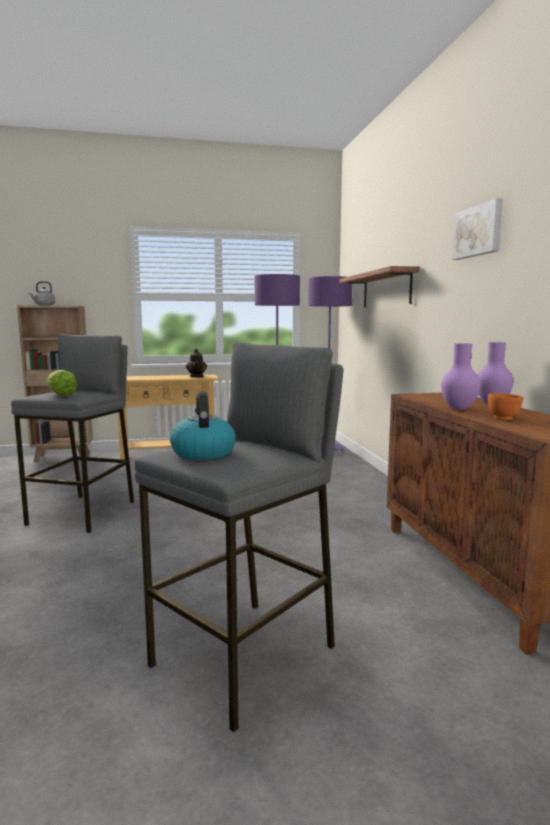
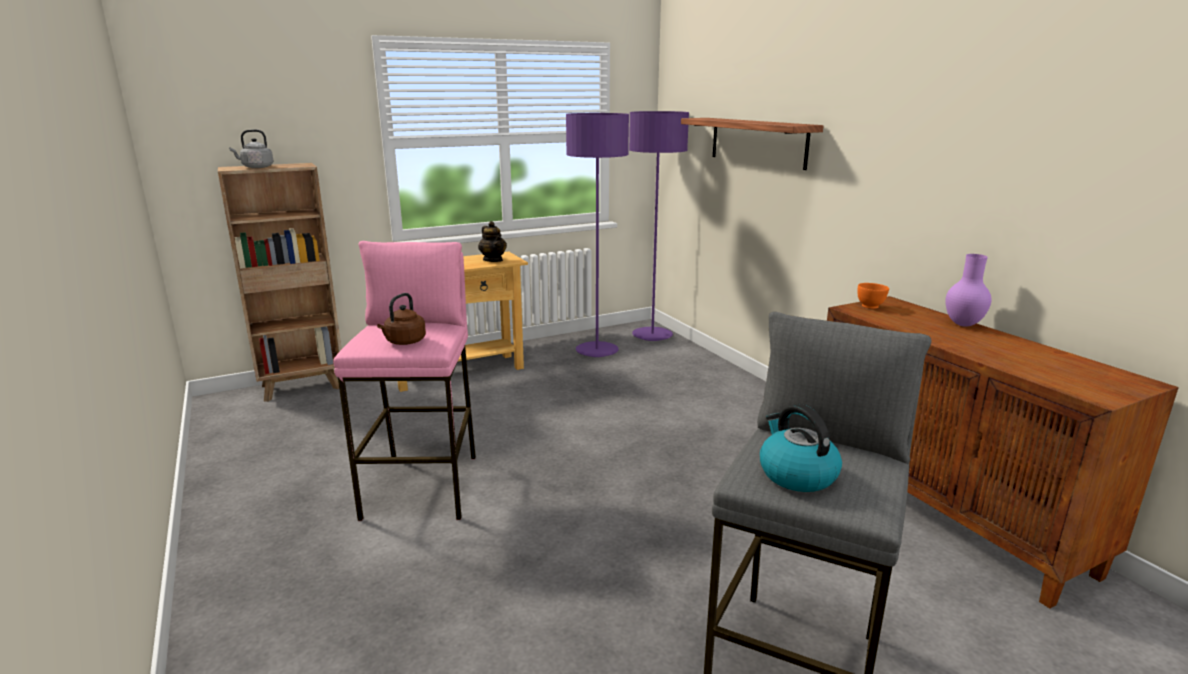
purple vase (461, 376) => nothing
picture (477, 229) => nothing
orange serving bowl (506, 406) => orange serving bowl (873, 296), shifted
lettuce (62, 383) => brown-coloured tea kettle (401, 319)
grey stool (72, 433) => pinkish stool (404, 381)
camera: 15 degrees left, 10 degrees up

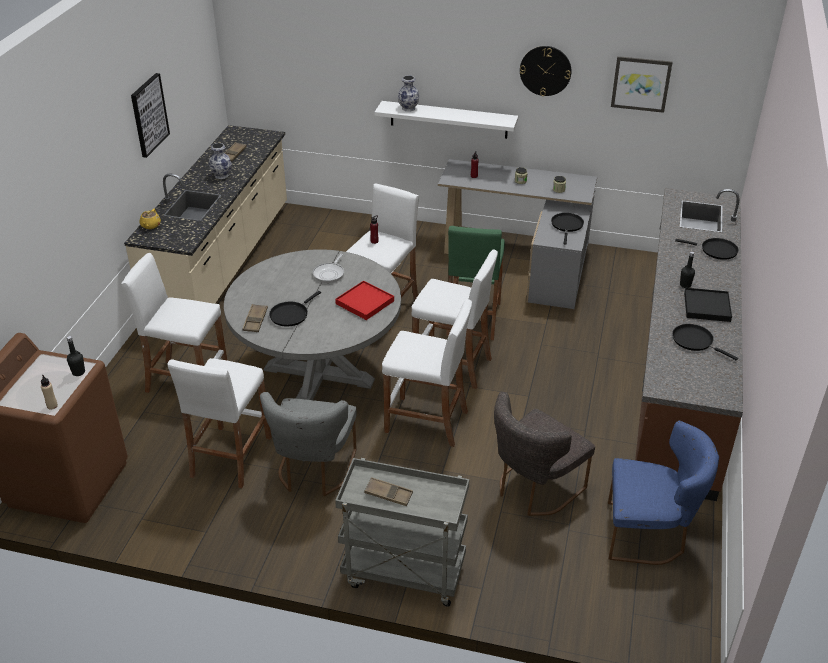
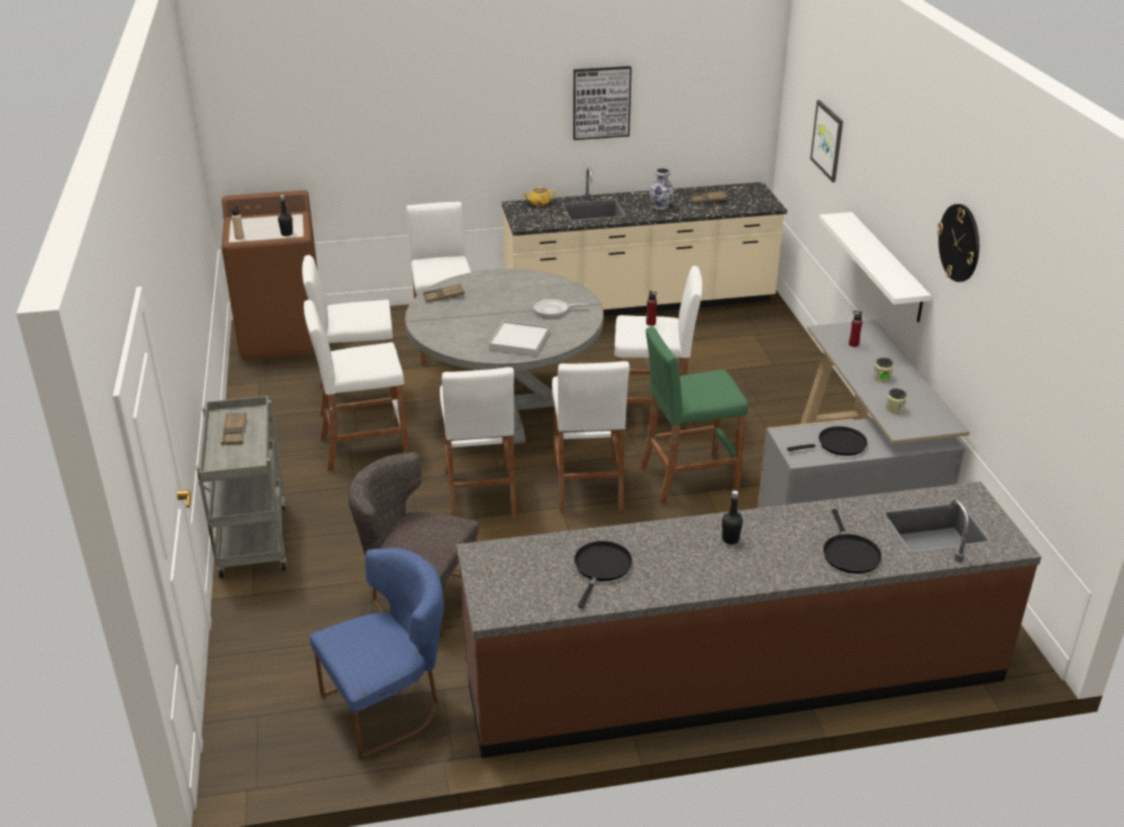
black-coloured pan (295, 309) => nothing
vase (408, 93) => nothing
black-coloured tray (708, 305) => nothing
picture (642, 84) => picture (826, 141), shifted
grey upright chair (308, 444) => white stool (356, 385)
red tray (364, 300) => white tray (519, 338)
blue-coloured upright chair (663, 493) => blue-coloured upright chair (377, 653), 105 degrees counterclockwise
camera: 65 degrees right, 5 degrees down

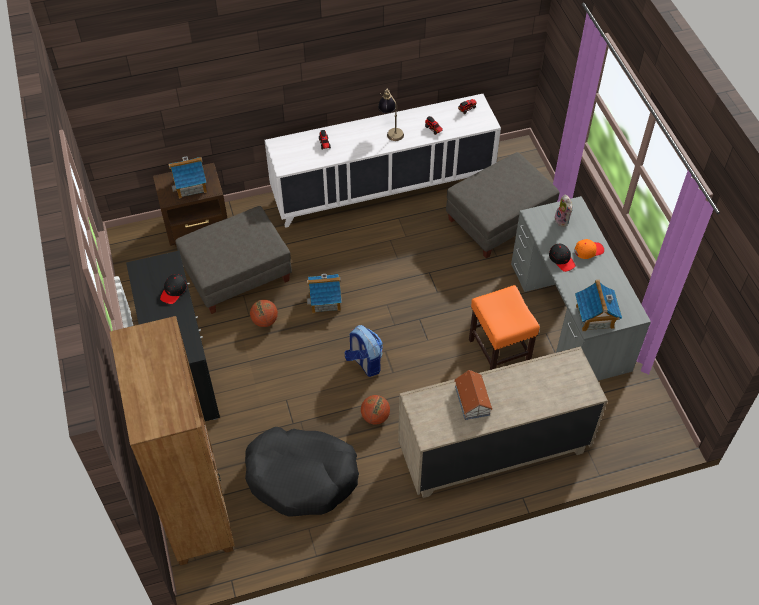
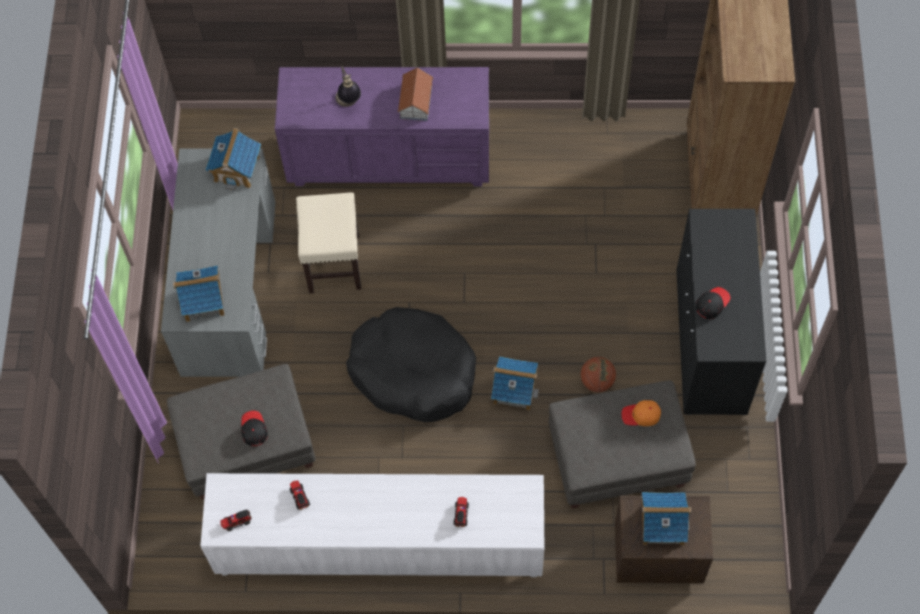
knapsack (364, 351) => nothing
ball for basketball (375, 410) => nothing
black-coloured dog bed (302, 472) => black-coloured dog bed (411, 364), shifted
tabletop lamp (391, 115) => tabletop lamp (348, 86), shifted
black-coloured baseball cap (562, 257) => black-coloured baseball cap (254, 428), shifted
orange baseball cap (589, 249) => orange baseball cap (641, 413), shifted
soft toy (564, 211) => toy house (198, 294)
beige-coloured dresser (503, 422) => purple dresser (382, 126)
orange stool (504, 327) => beige-coloured stool (328, 242)
camera: 160 degrees left, 10 degrees up

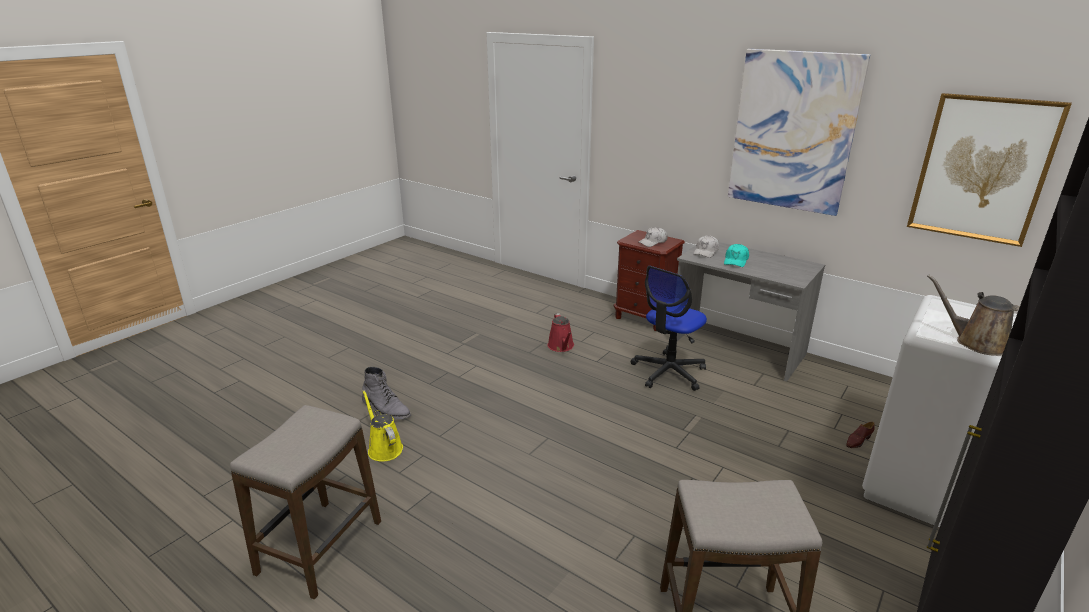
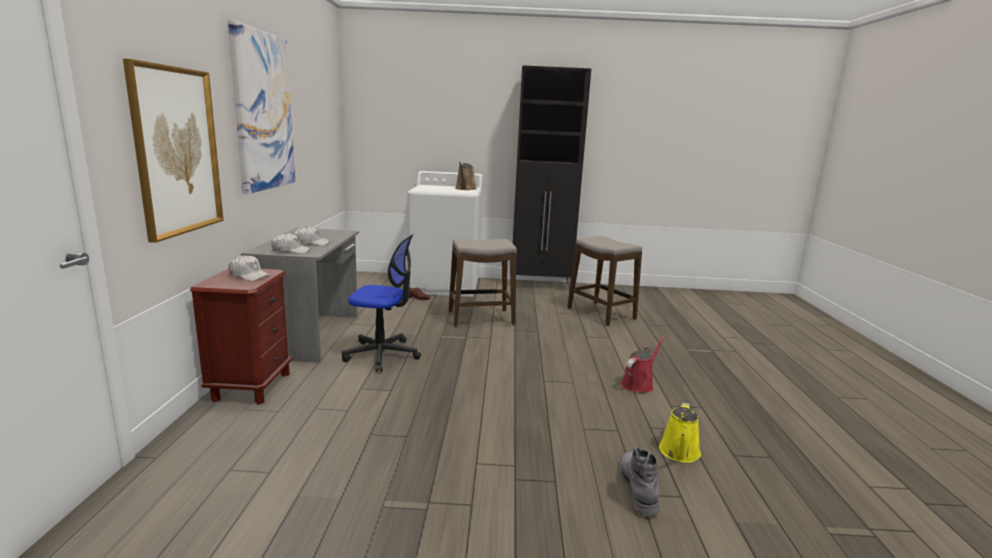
stool (305, 502) => stool (483, 283), shifted
red watering pot (561, 332) => red watering pot (643, 365), shifted
picture (989, 170) => picture (173, 151), shifted
turquoise baseball cap (736, 255) => white baseball cap (312, 236)
camera: 125 degrees left, 10 degrees down

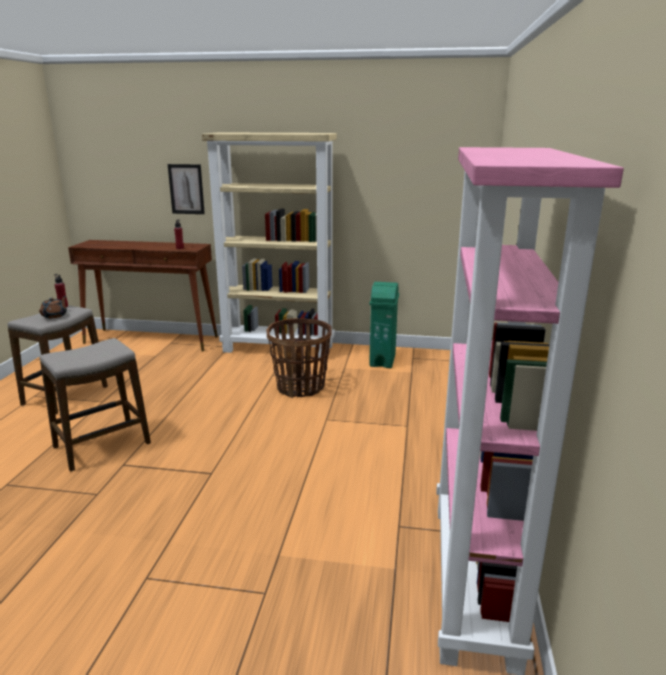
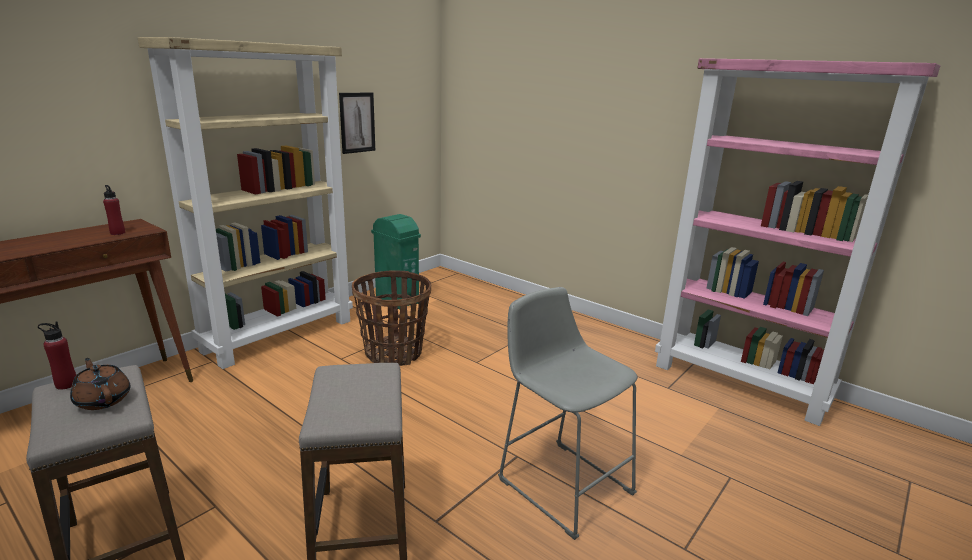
nothing => grey stool (568, 413)
picture (186, 189) => picture (357, 123), shifted
camera: 60 degrees left, 0 degrees up

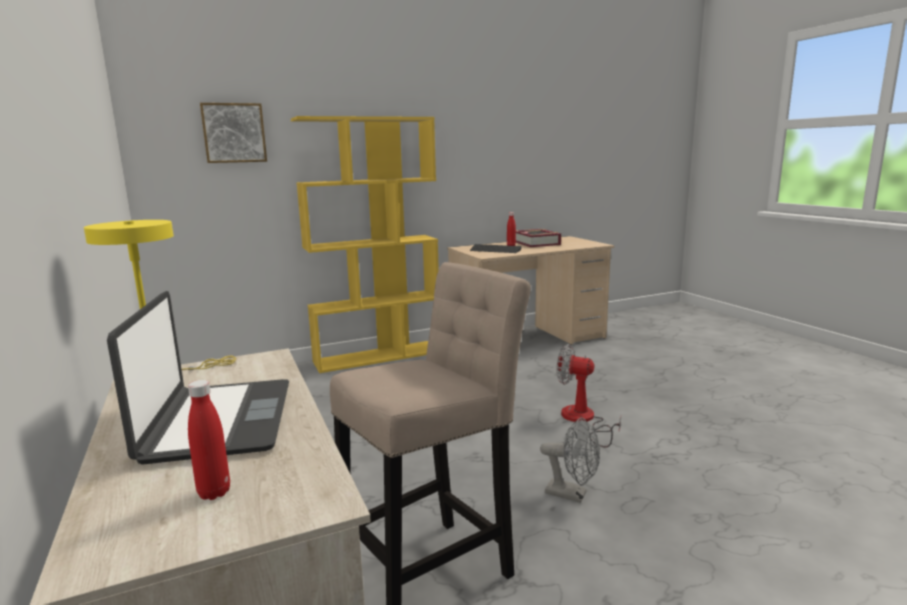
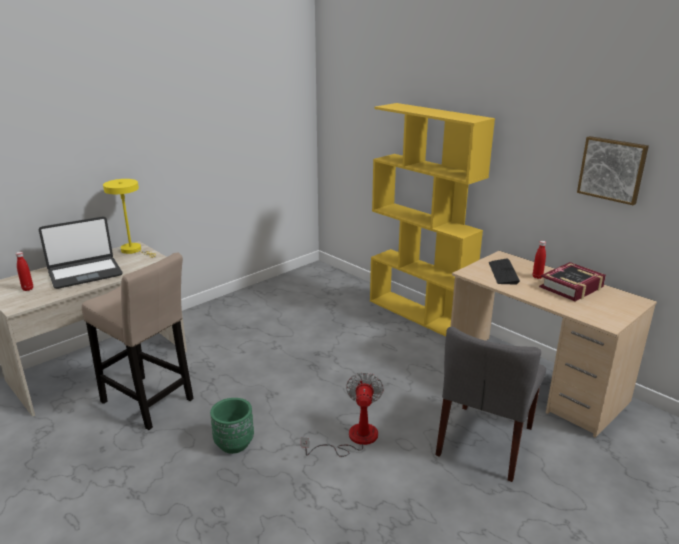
nothing => grey upright chair (491, 404)
picture (233, 133) => picture (613, 170), shifted
grey electric fan (570, 460) => green planter (232, 426)
camera: 70 degrees right, 10 degrees up

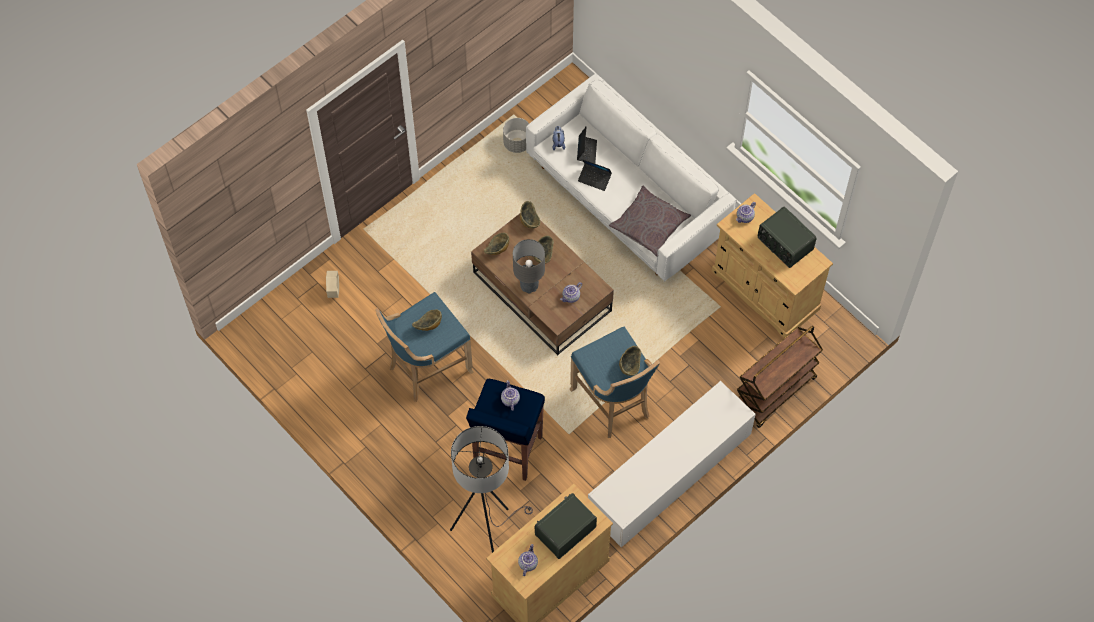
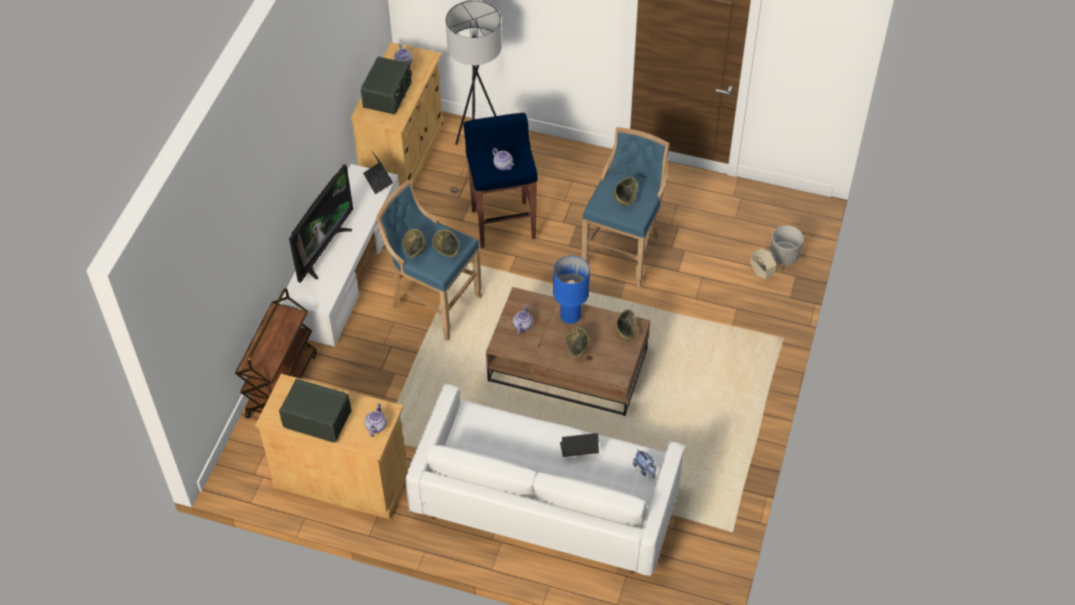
grey pillow (650, 221) => nothing
nothing => TV (321, 223)
grey planter (516, 135) => grey planter (786, 245), shifted
serving bowl (530, 215) => serving bowl (446, 243), shifted
laptop (587, 144) => laptop (378, 172), shifted
grey tabletop lamp (529, 266) => blue-coloured tabletop lamp (571, 290)
camera: 150 degrees right, 10 degrees down

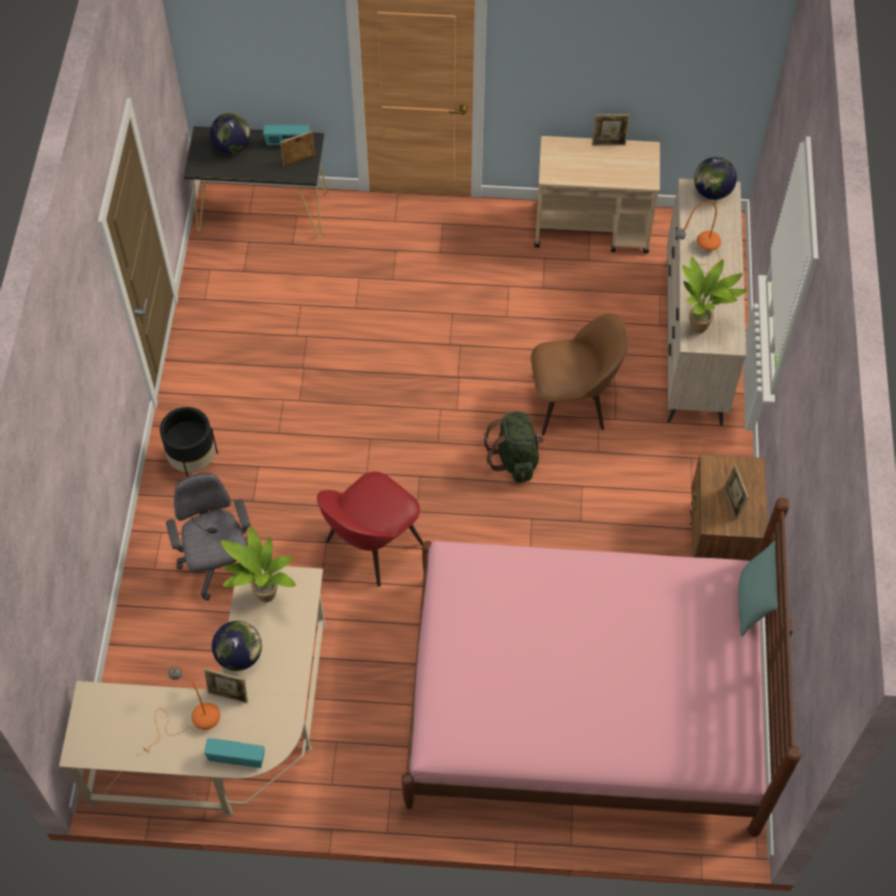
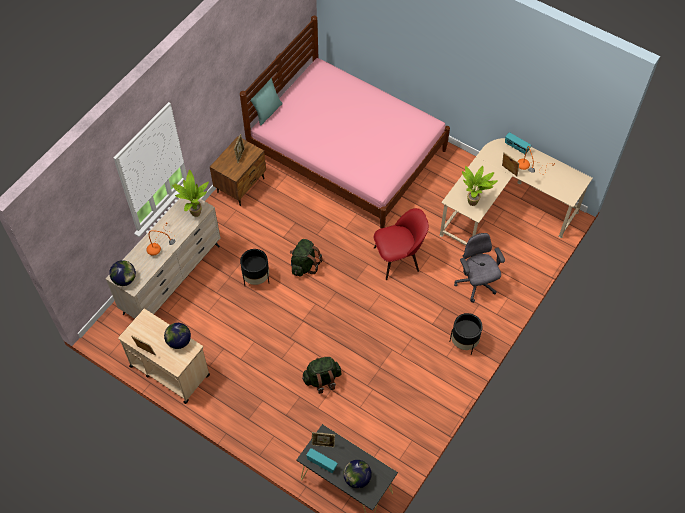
nothing => green knapsack (322, 375)
globe (237, 646) => globe (177, 336), shifted
brown-coloured upright chair (579, 374) => black-coloured planter (254, 267)
grey office chair (208, 537) => grey office chair (479, 268), 150 degrees clockwise
camera: 150 degrees left, 0 degrees up

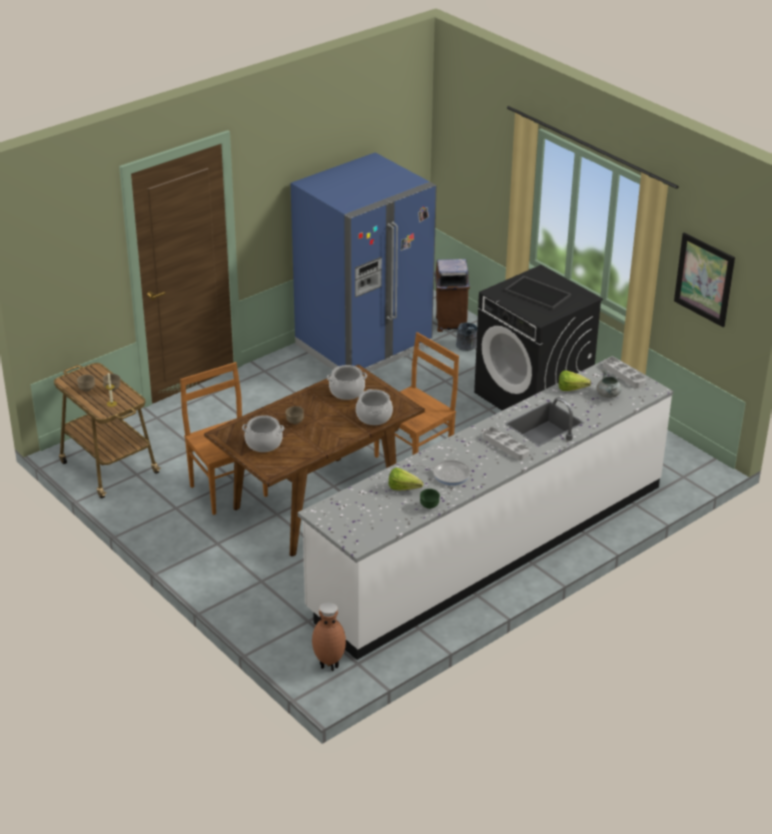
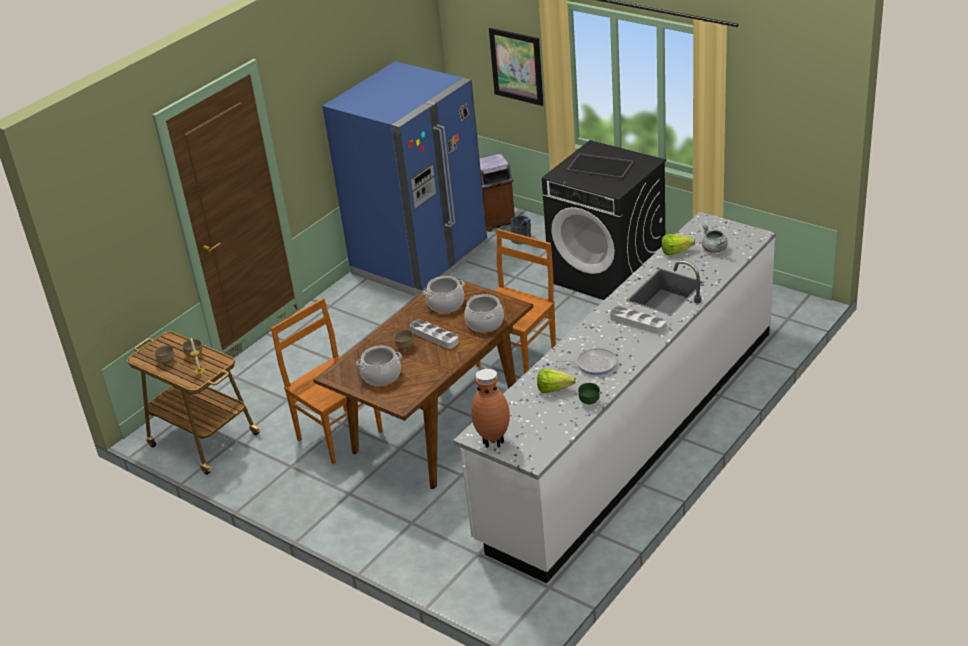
brown-coloured vase (329, 637) => brown-coloured vase (490, 408), shifted
grey tray (624, 372) => grey tray (434, 334), shifted
picture (704, 280) => picture (516, 67), shifted
camera: 10 degrees left, 0 degrees up

